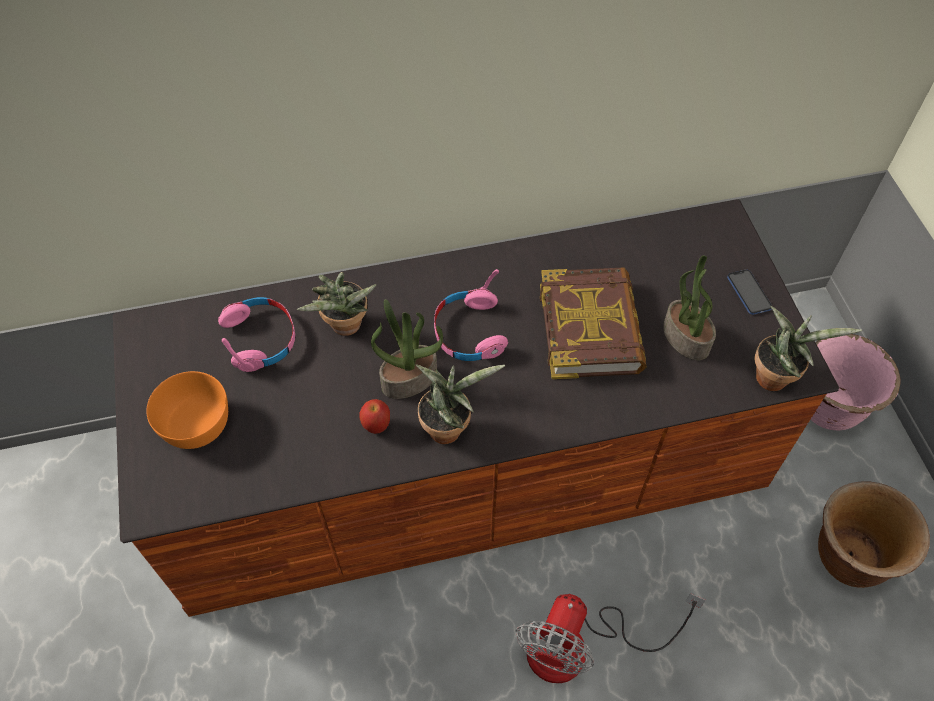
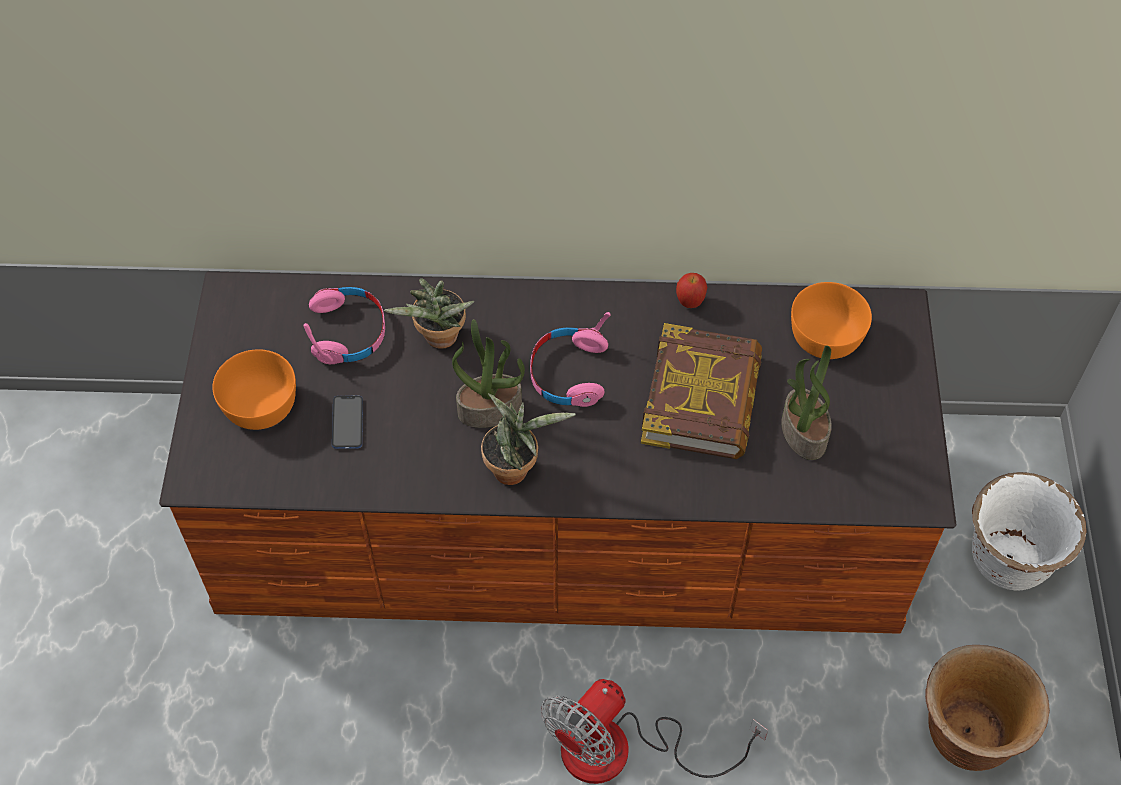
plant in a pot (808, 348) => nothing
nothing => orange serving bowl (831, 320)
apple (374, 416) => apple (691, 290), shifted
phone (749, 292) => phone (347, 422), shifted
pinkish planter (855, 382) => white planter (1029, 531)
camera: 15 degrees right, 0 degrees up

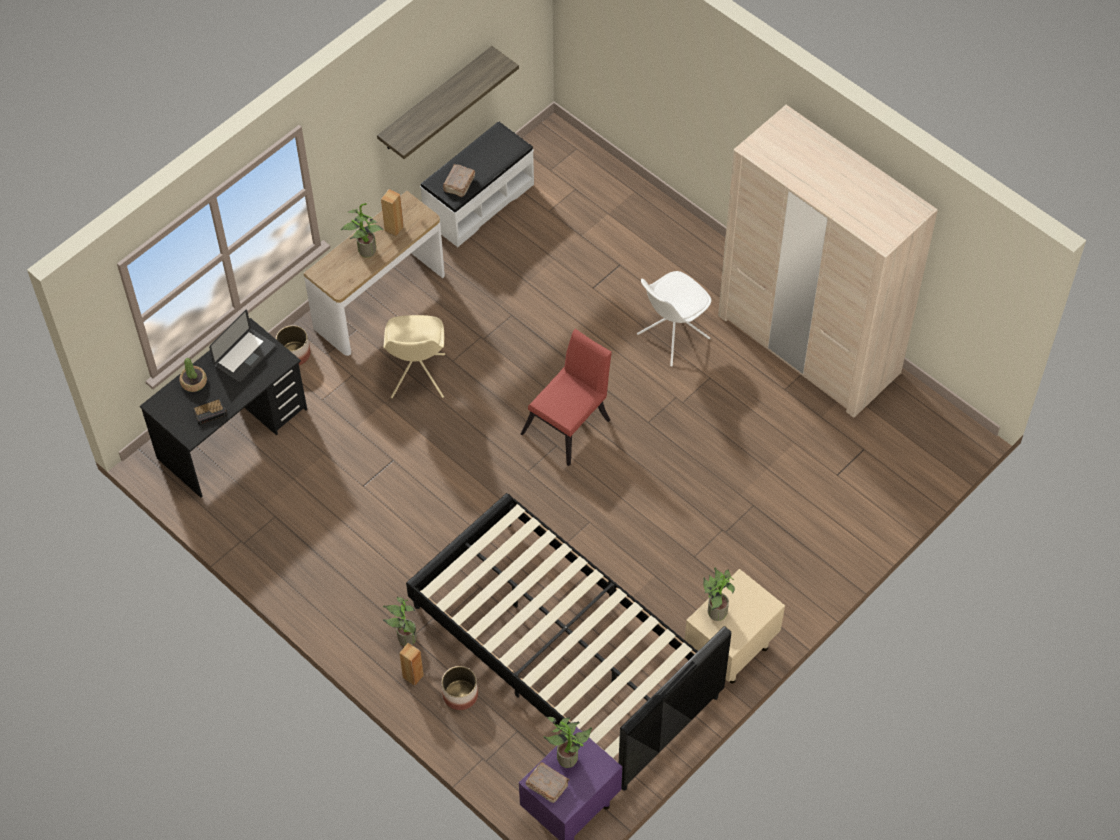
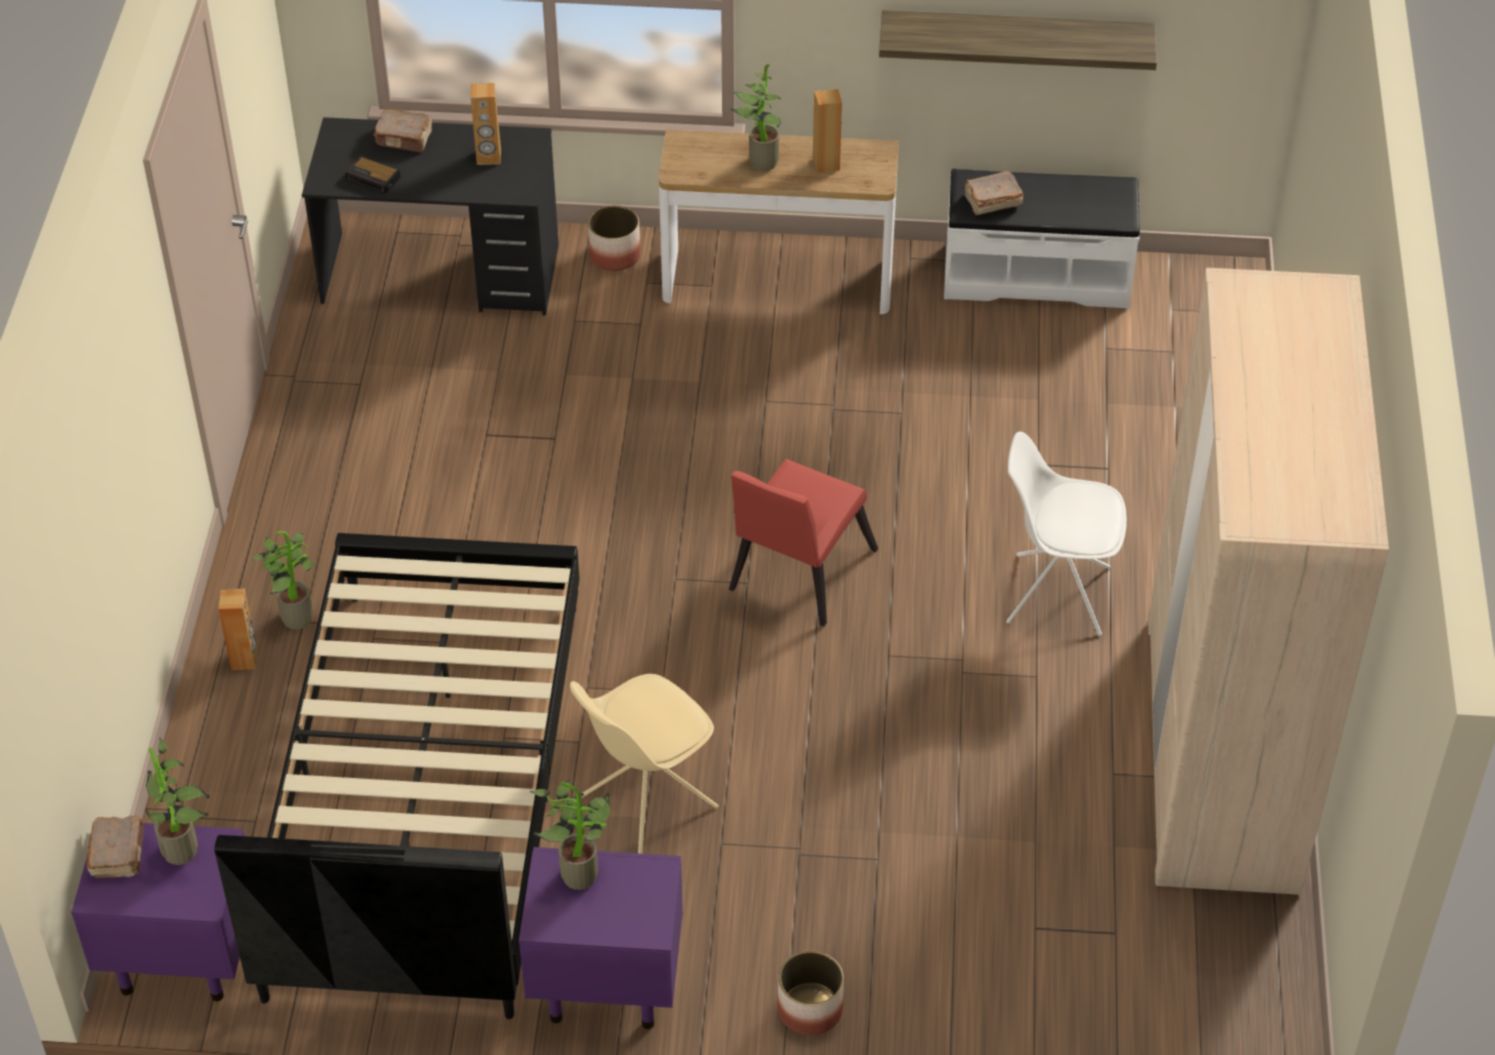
beige-coloured upright chair (414, 356) => beige-coloured upright chair (644, 764), shifted
planter (460, 688) => planter (810, 993), shifted
plant in a pot (193, 375) => brown-coloured bound book (402, 130)
laptop (242, 346) => brown-coloured speaker (486, 124)
beige-coloured night table (735, 626) => purple night table (601, 938)
red upright chair (566, 397) => red upright chair (803, 543), 120 degrees clockwise
camera: 50 degrees right, 10 degrees down

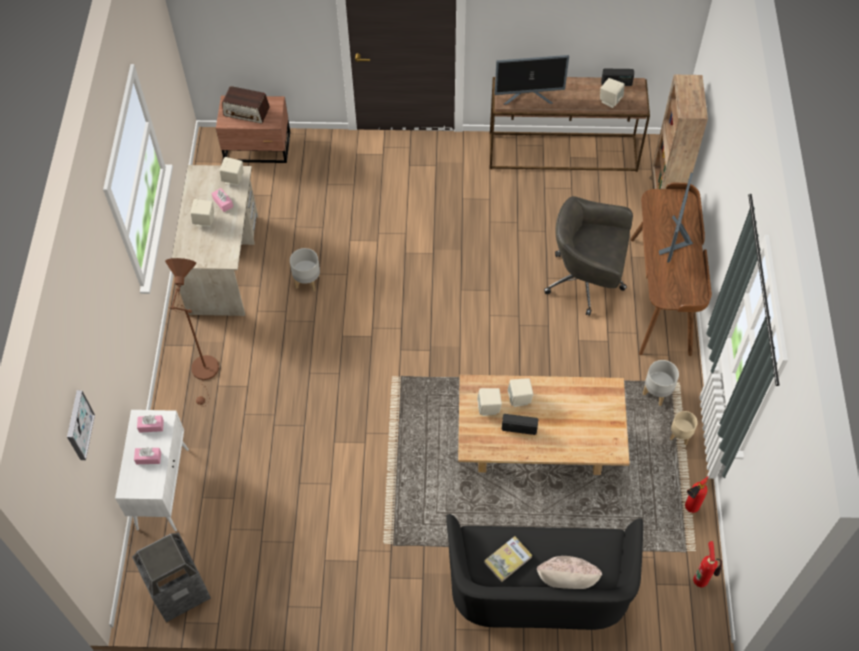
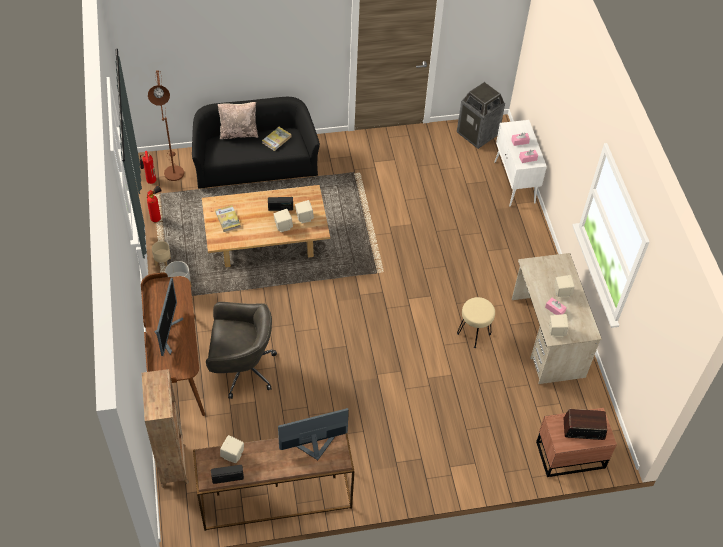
picture (81, 425) => nothing
nothing => bound book (228, 218)
brown-coloured standing lamp (192, 332) => brown-coloured standing lamp (166, 125), shifted
grey planter (305, 270) => beige-coloured stool (476, 322)
camera: 165 degrees right, 5 degrees down

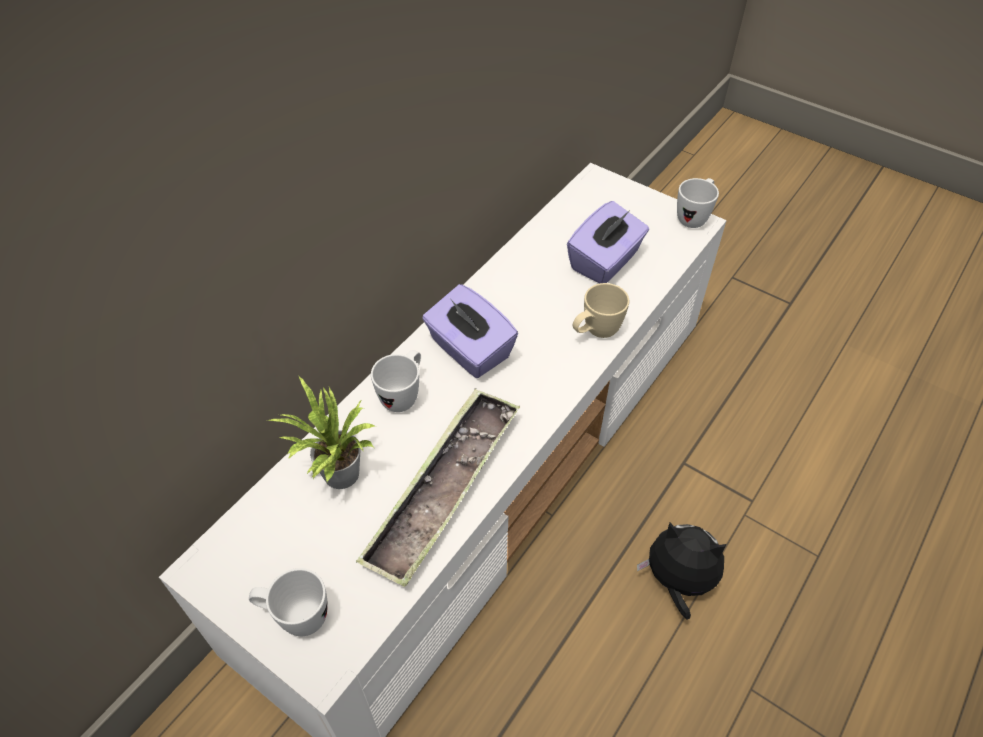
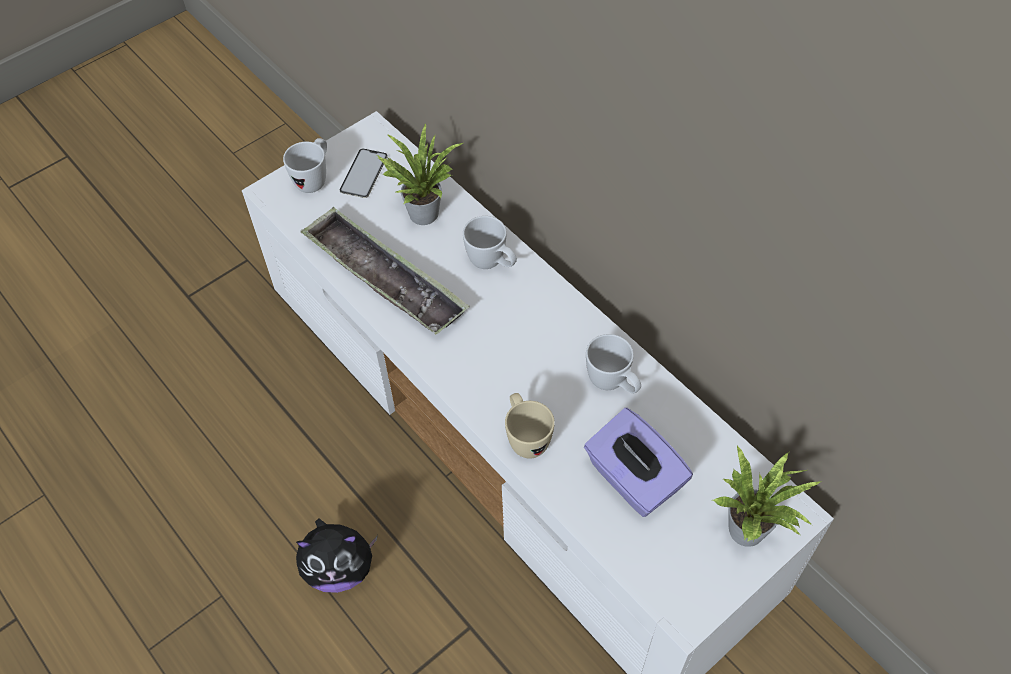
purple tissue holder (470, 331) => nothing
nothing => phone (364, 173)
nothing => plant in a pot (767, 496)
white tea mug (698, 203) => white tea mug (613, 363), shifted
soft toy (682, 571) => soft toy (337, 555), 45 degrees clockwise
camera: 105 degrees right, 5 degrees up

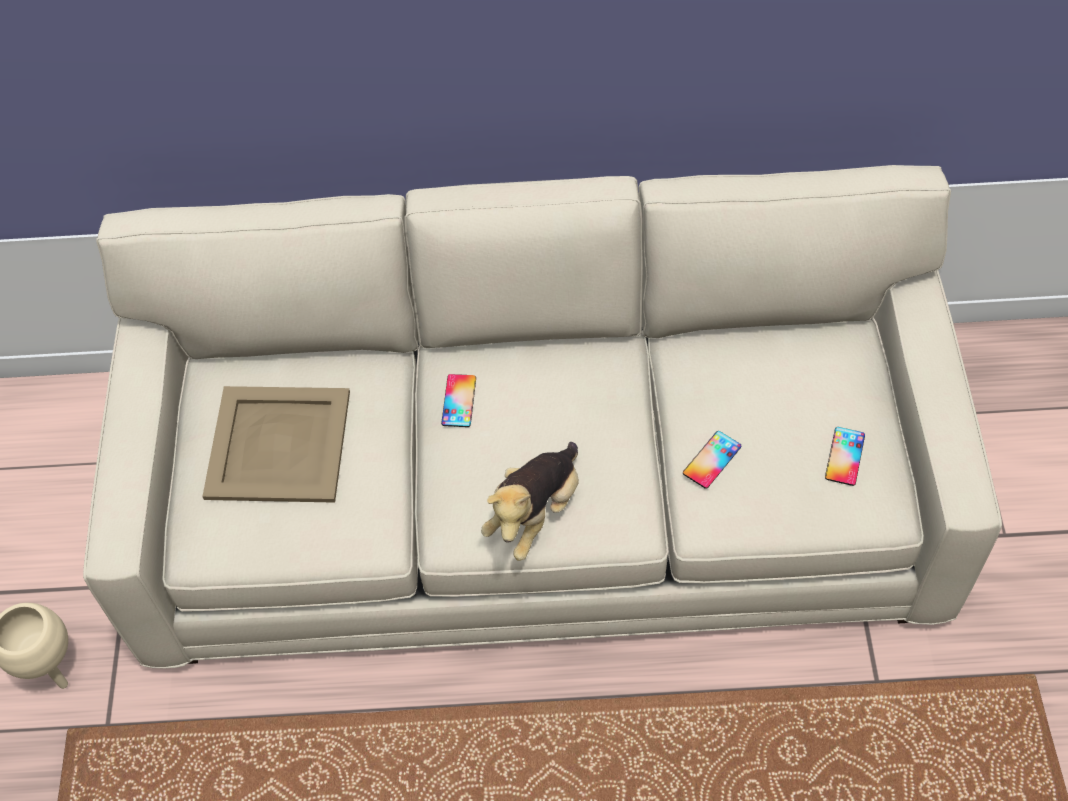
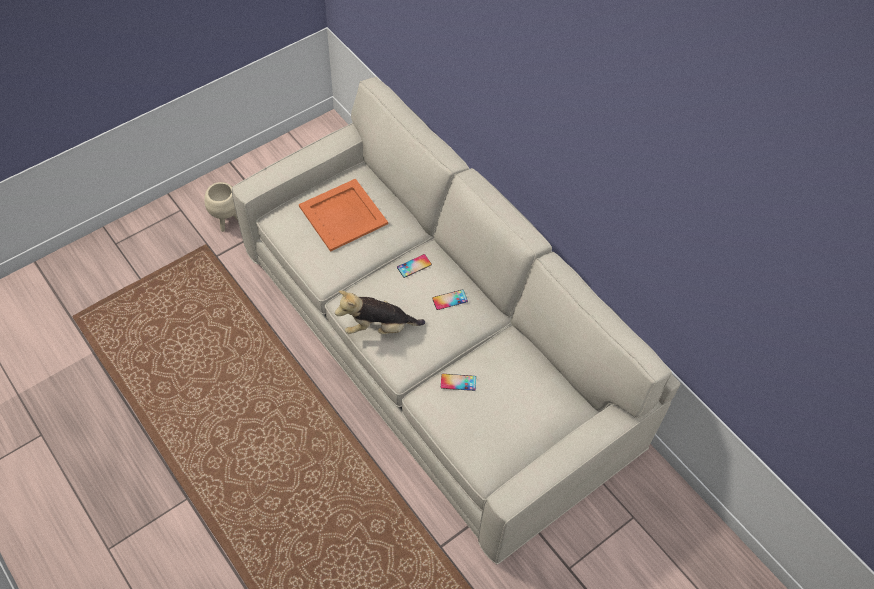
phone (845, 456) => phone (450, 299), shifted
beige-coloured tray (276, 444) => orange tray (343, 215)
camera: 50 degrees right, 0 degrees up

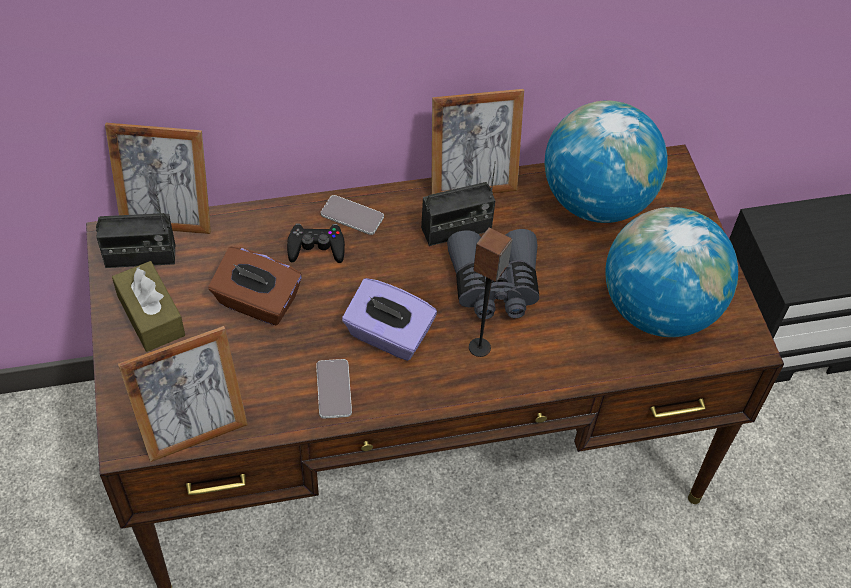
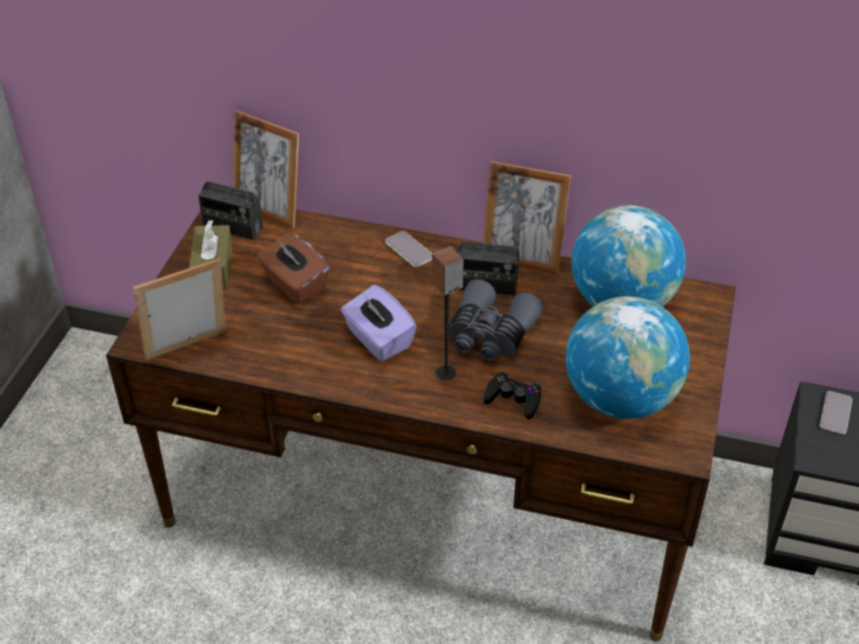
black-coloured joypad (316, 243) => black-coloured joypad (512, 395), shifted
phone (334, 389) => phone (836, 413), shifted
picture frame (183, 394) => picture frame (179, 309), 150 degrees clockwise
camera: 30 degrees right, 10 degrees down

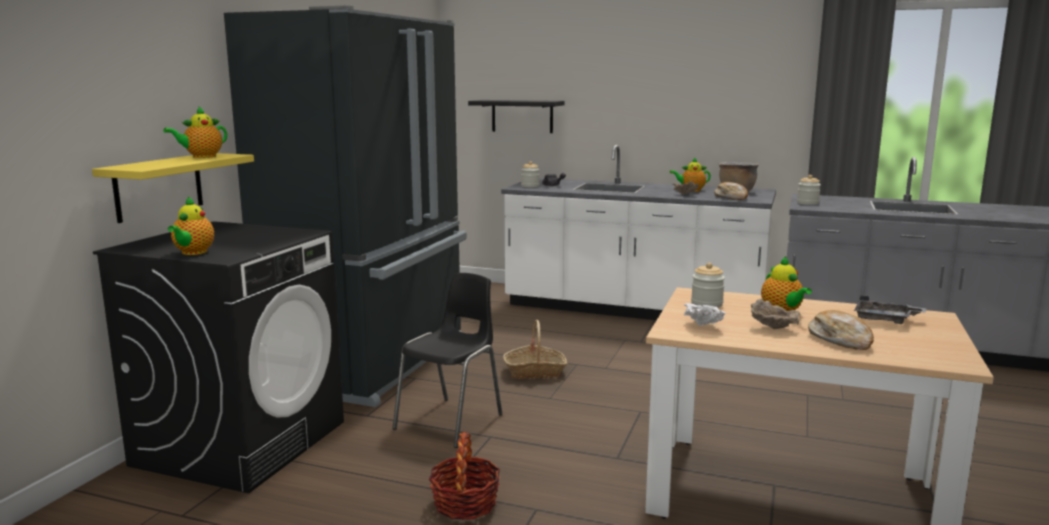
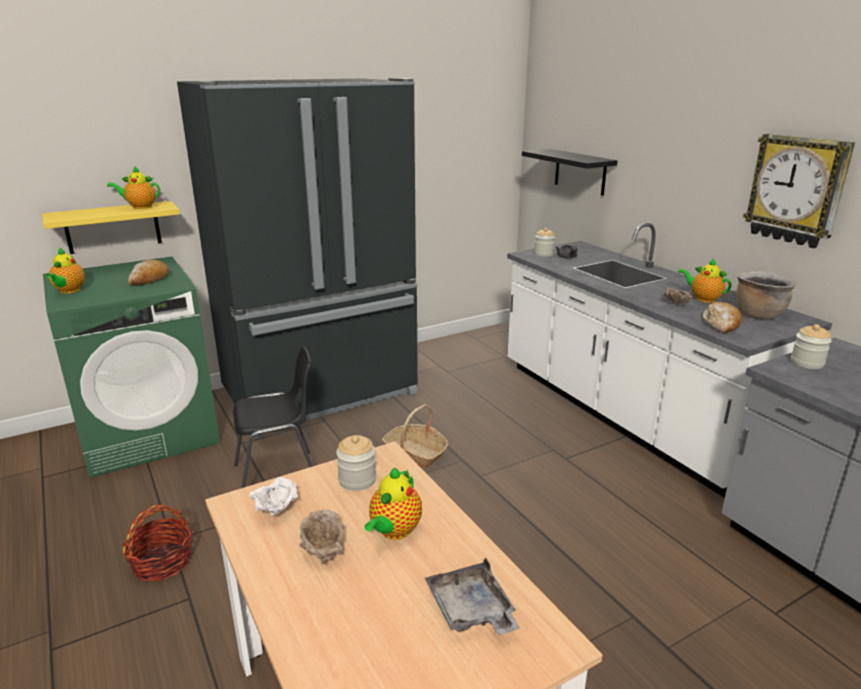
nothing => clock on the wall (799, 190)
bakery bread (841, 330) => bakery bread (148, 272), shifted
black-coloured laundry appliance (218, 357) => green laundry appliance (131, 367)
teapot (191, 226) => teapot (65, 271), 45 degrees counterclockwise
camera: 40 degrees right, 10 degrees up

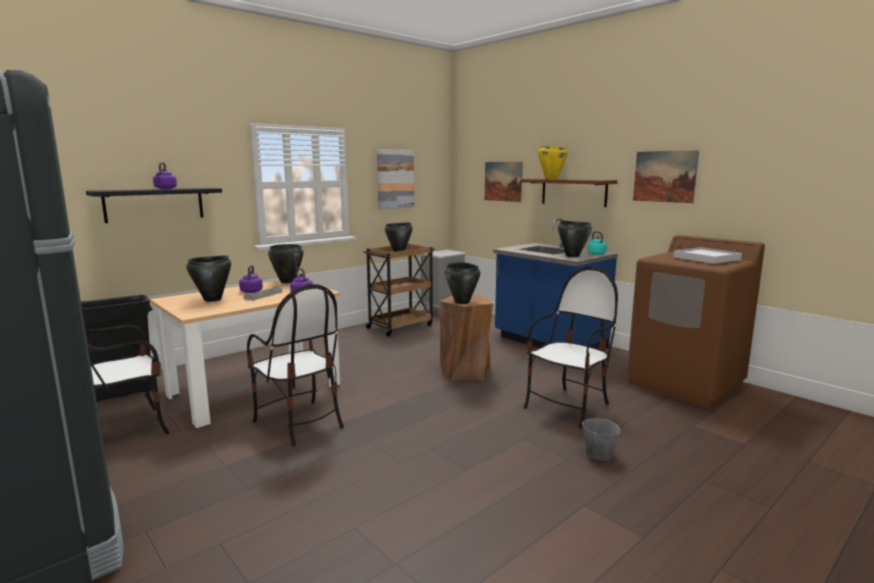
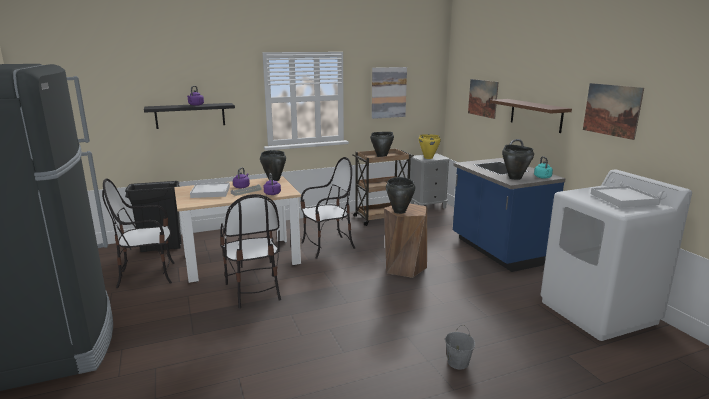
upright chair (571, 348) => upright chair (327, 208), shifted
yellow stockpot (553, 162) => yellow stockpot (430, 146), shifted
black-coloured stockpot (208, 278) => white tray (210, 190)
brown-coloured laundry appliance (696, 321) => white laundry appliance (616, 255)
camera: 20 degrees right, 5 degrees up

